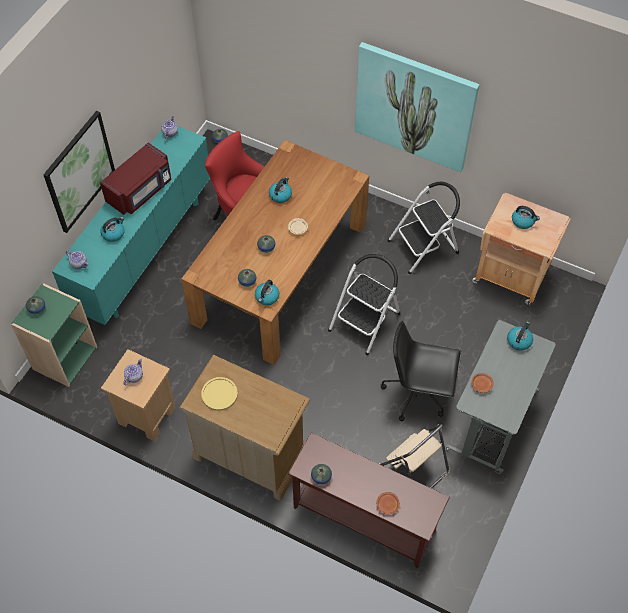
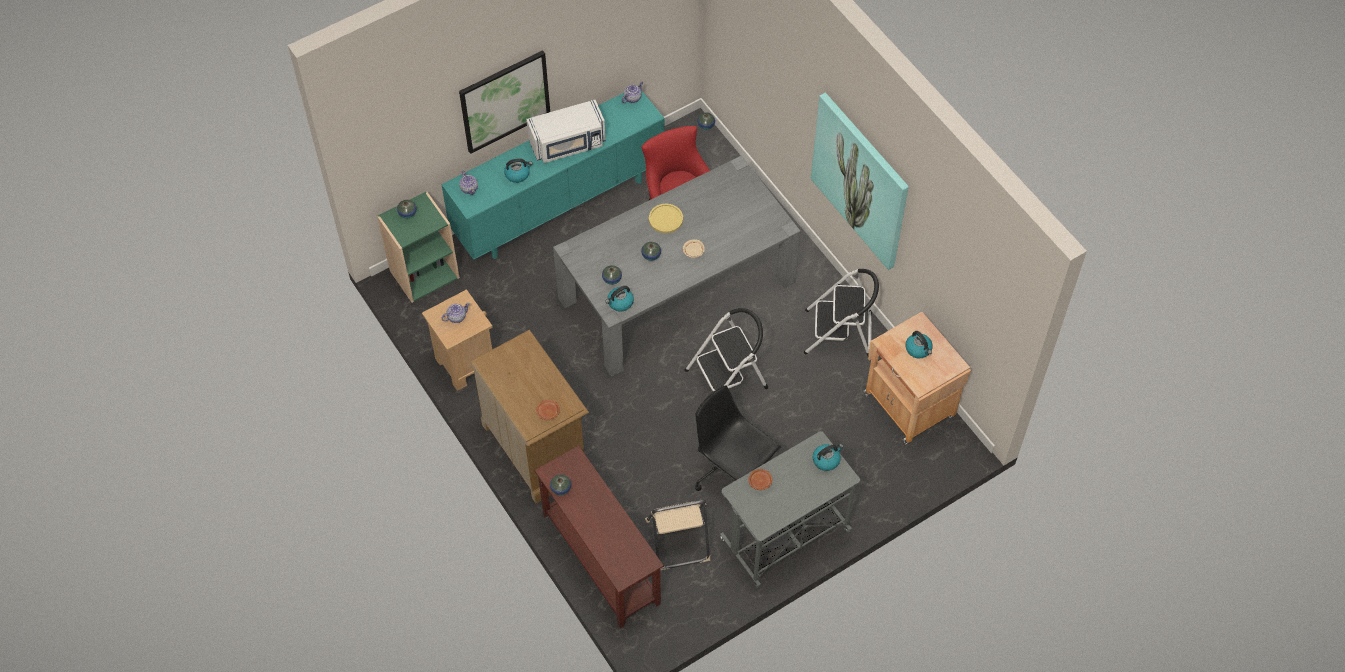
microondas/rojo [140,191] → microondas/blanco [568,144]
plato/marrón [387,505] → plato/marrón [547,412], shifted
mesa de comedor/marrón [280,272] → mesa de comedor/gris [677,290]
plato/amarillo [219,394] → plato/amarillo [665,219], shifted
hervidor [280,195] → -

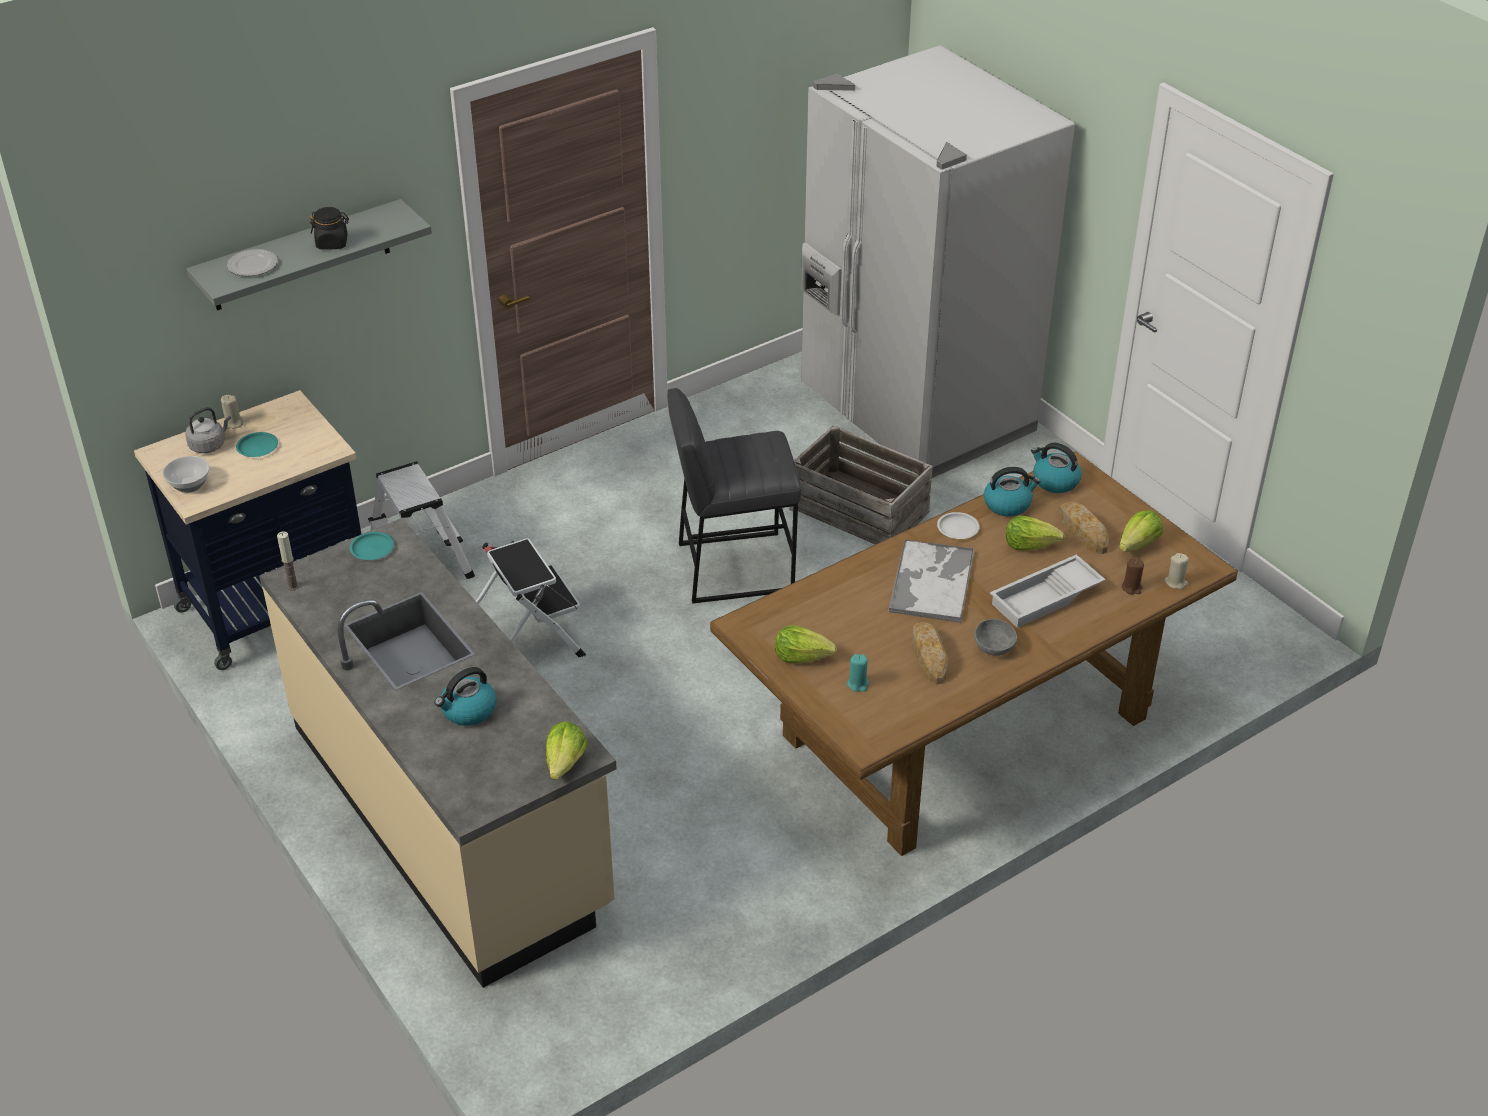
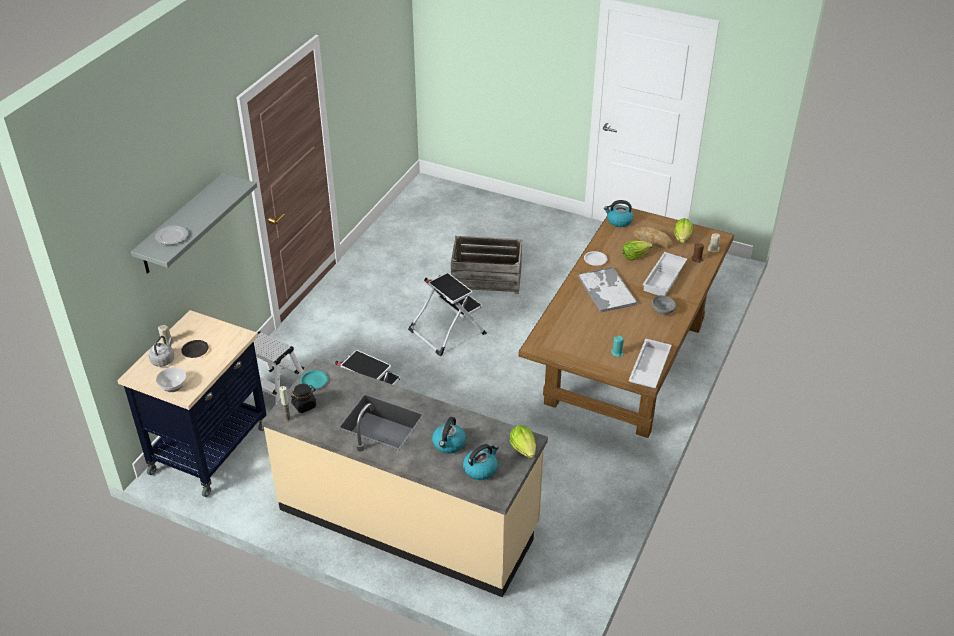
plato/turquesa [257,447] → plato/negro [195,350]
tarro/negro [332,243] → tarro/negro [304,405], shifted
taburete/gris [733,567] → escalera de tijera [447,329]
hervidor [1008,504] → hervidor [480,469], shifted
- → bandeja/blanco [648,368]
lechuga [802,656] → -
nevera/blanco [916,411] → -
pan [929,656] → -

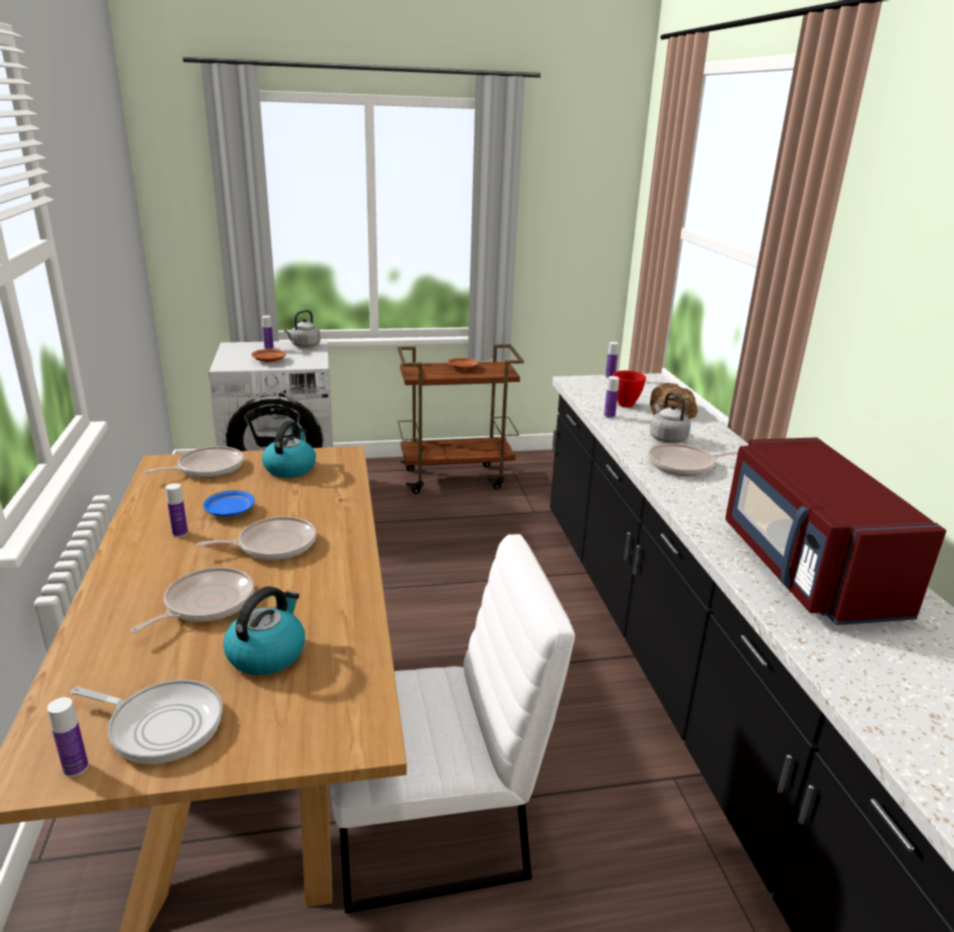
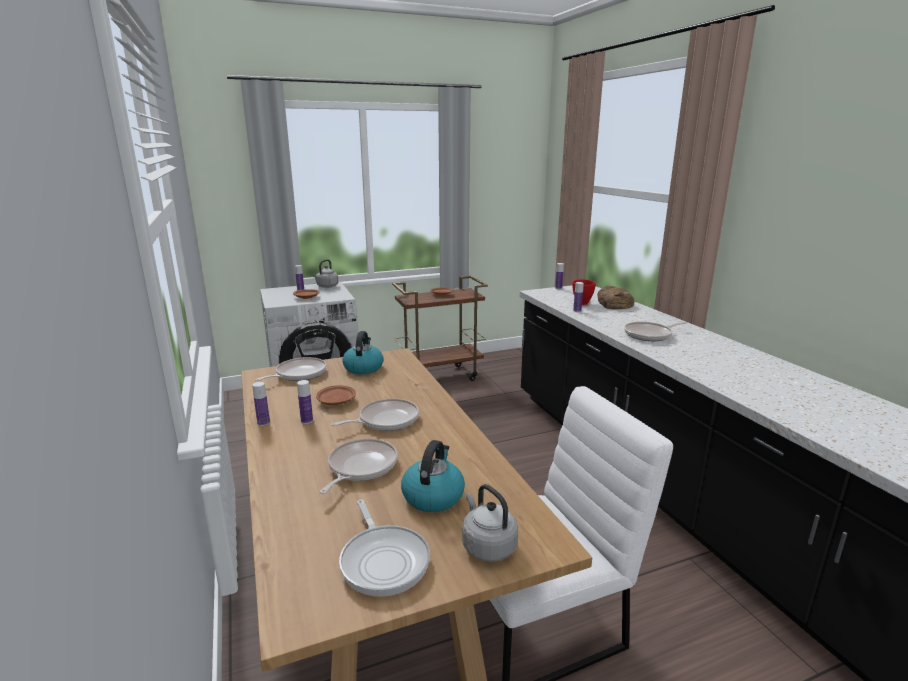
botella [76,768] → botella [263,423], shifted
plato/azul [229,511] → plato/marrón [336,401]
sartén [161,725] → sartén [384,560], 60 degrees clockwise
hervidor/gris [666,438] → hervidor/gris [487,546], shifted
microondas/rojo [805,569] → -

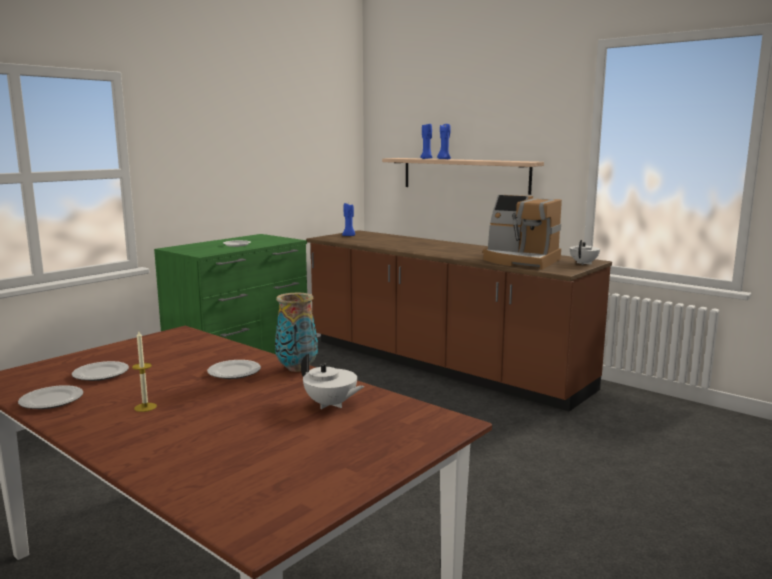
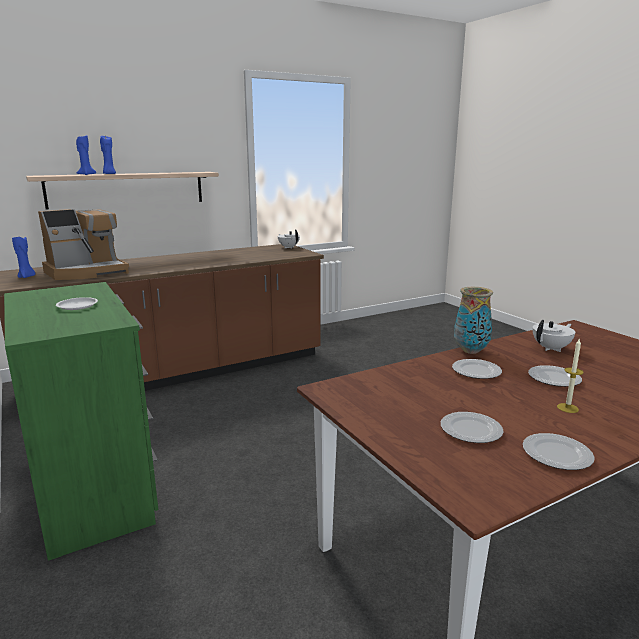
cafetera [521,261] → cafetera [87,272], shifted
- → plato [553,379]

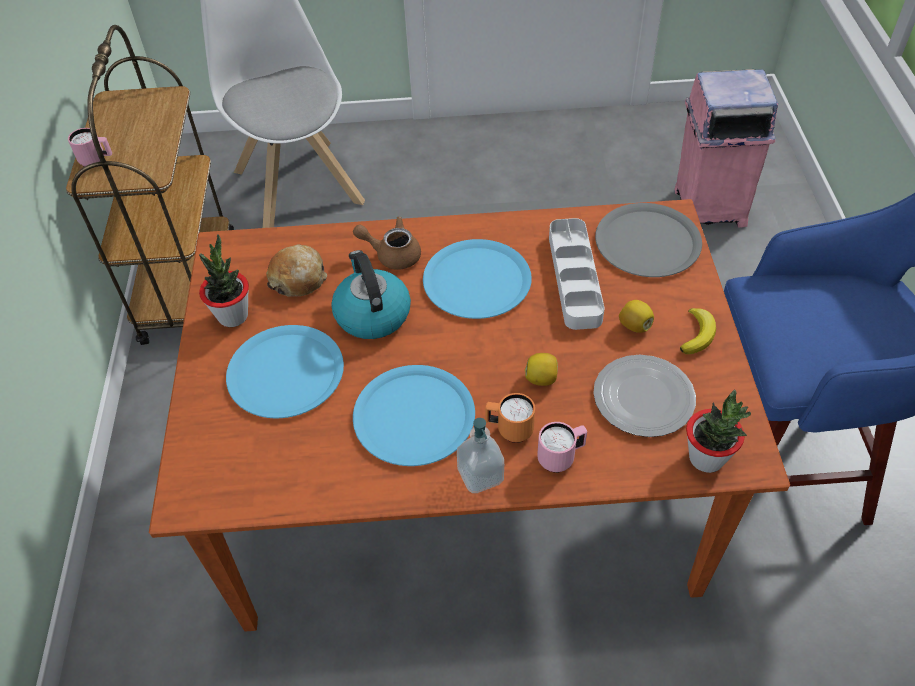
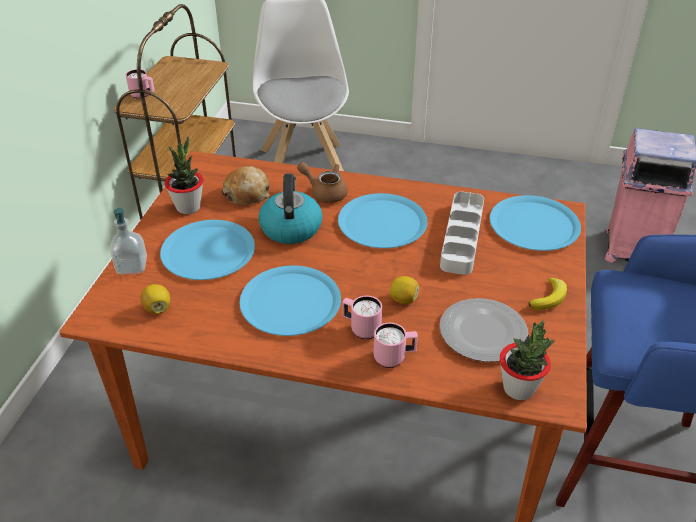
dispensador de jabón [480,475] → dispensador de jabón [132,266], shifted
limón [634,325] → limón [157,308], shifted
taza grande/naranja [509,430] → taza grande/rosa [361,329]
plato/gris [648,242] → plato/azul [534,224]

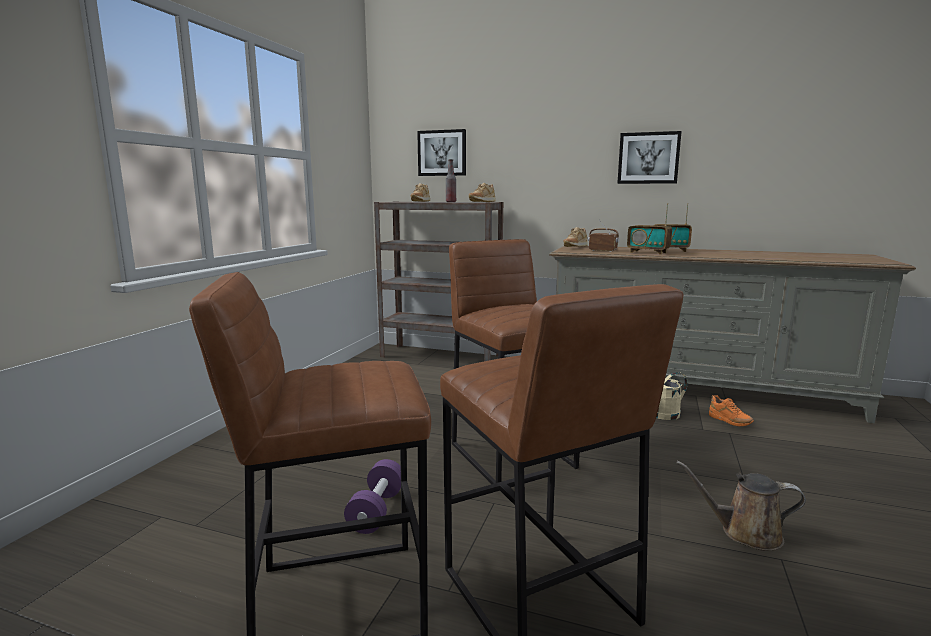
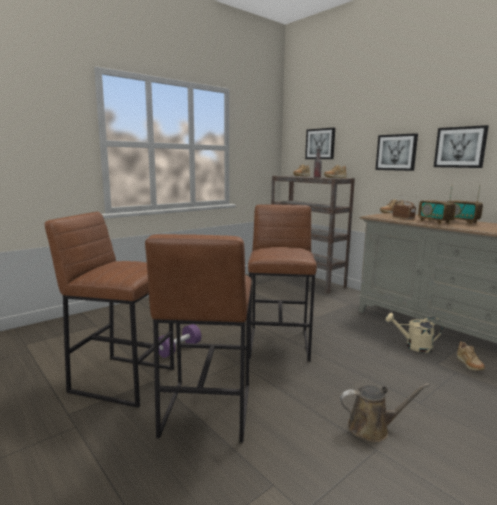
regadera/marrón [745,533] → regadera/marrón [372,428], 135 degrees clockwise
- → cuadro [396,152]
zapato/naranja [729,422] → zapato/beis [469,365]

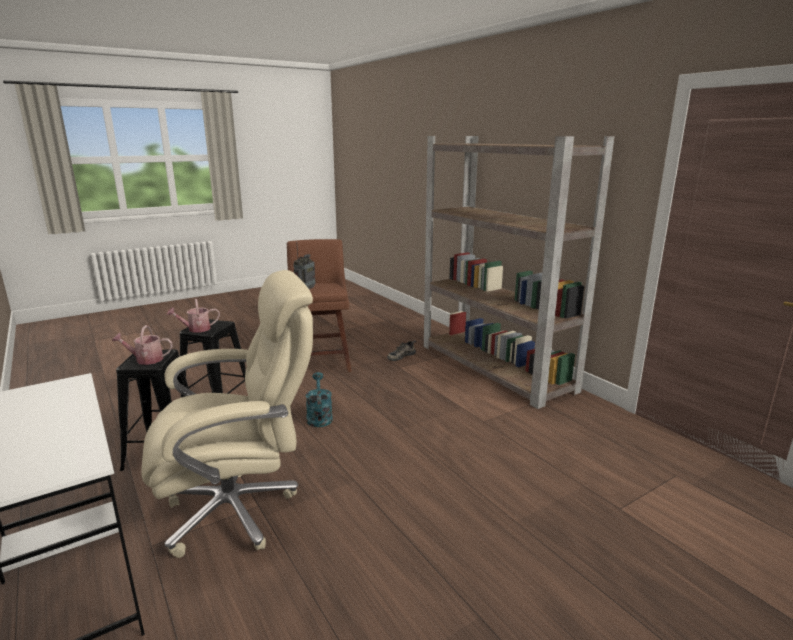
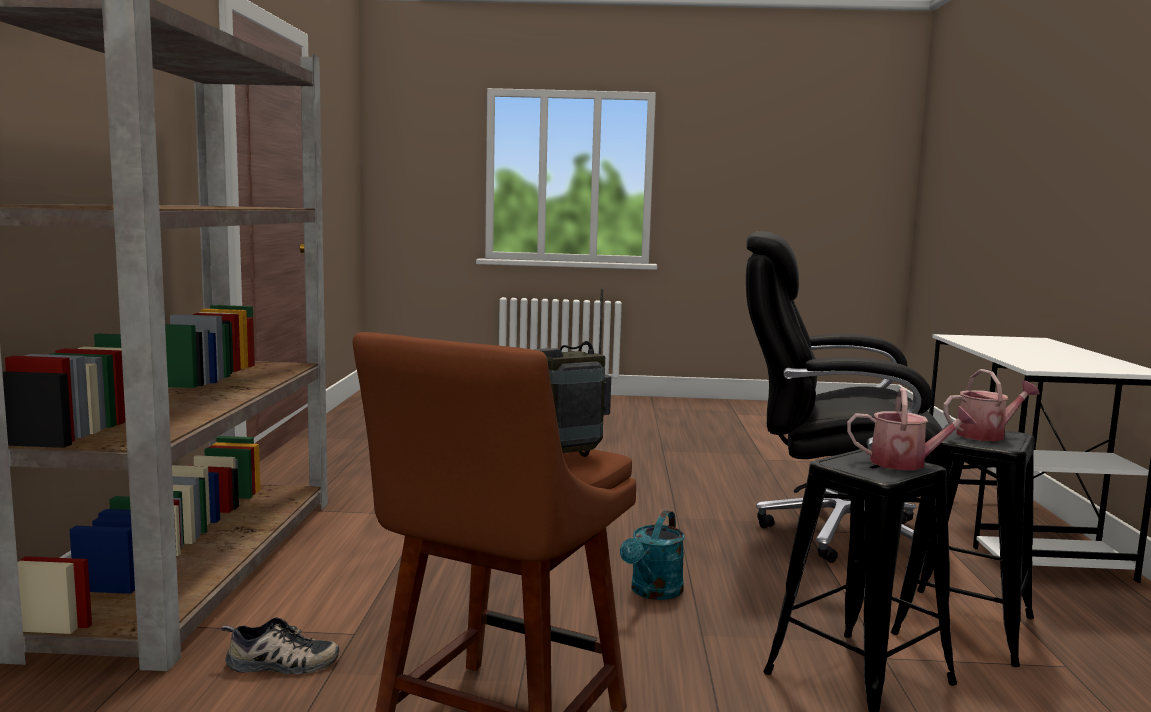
silla de oficina/beis [239,510] → silla de oficina/negro [831,532]
regadera [146,360] → regadera [986,435], 45 degrees counterclockwise

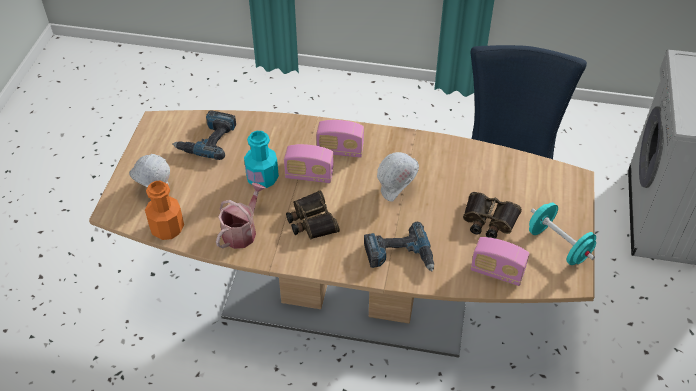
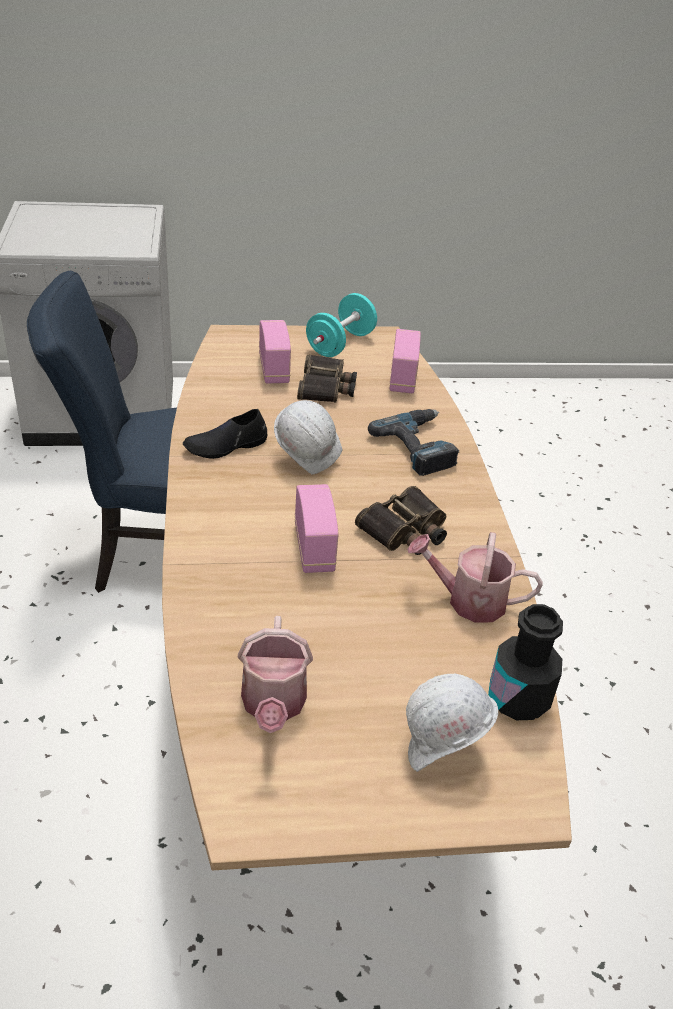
- → zapato/negro [226,446]
taladro [208,139] → regadera [273,705]
radio [340,151] → radio [274,370], shifted
botella/naranja [167,228] → botella/negro [518,699]
botella/turquesa [262,178] → -

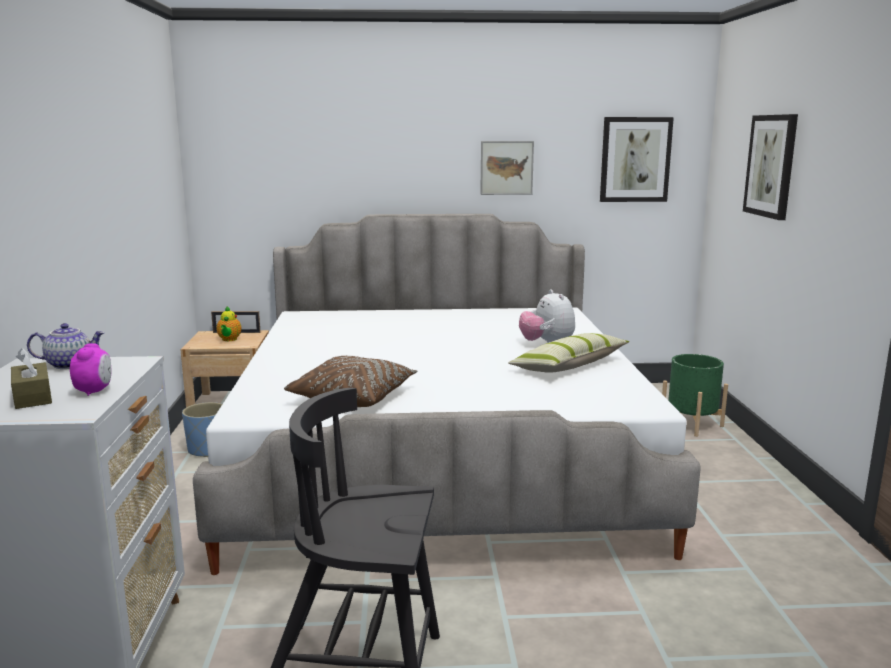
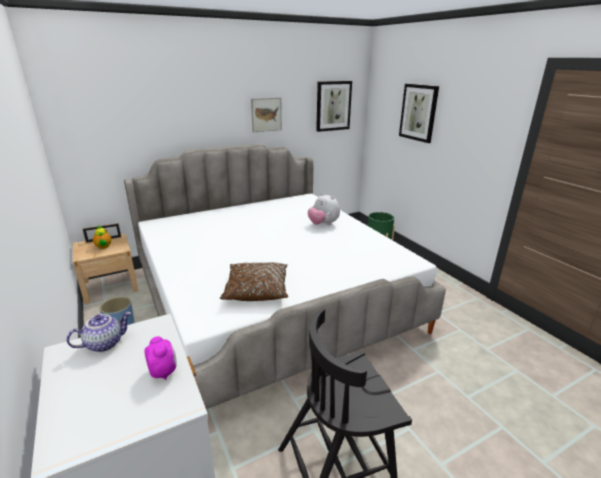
caja de pañuelos/marrón [33,397] → -
cojín [569,366] → -

